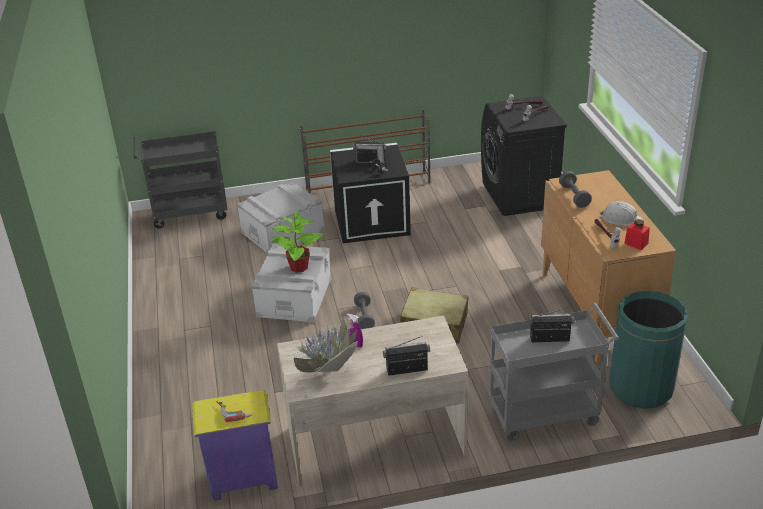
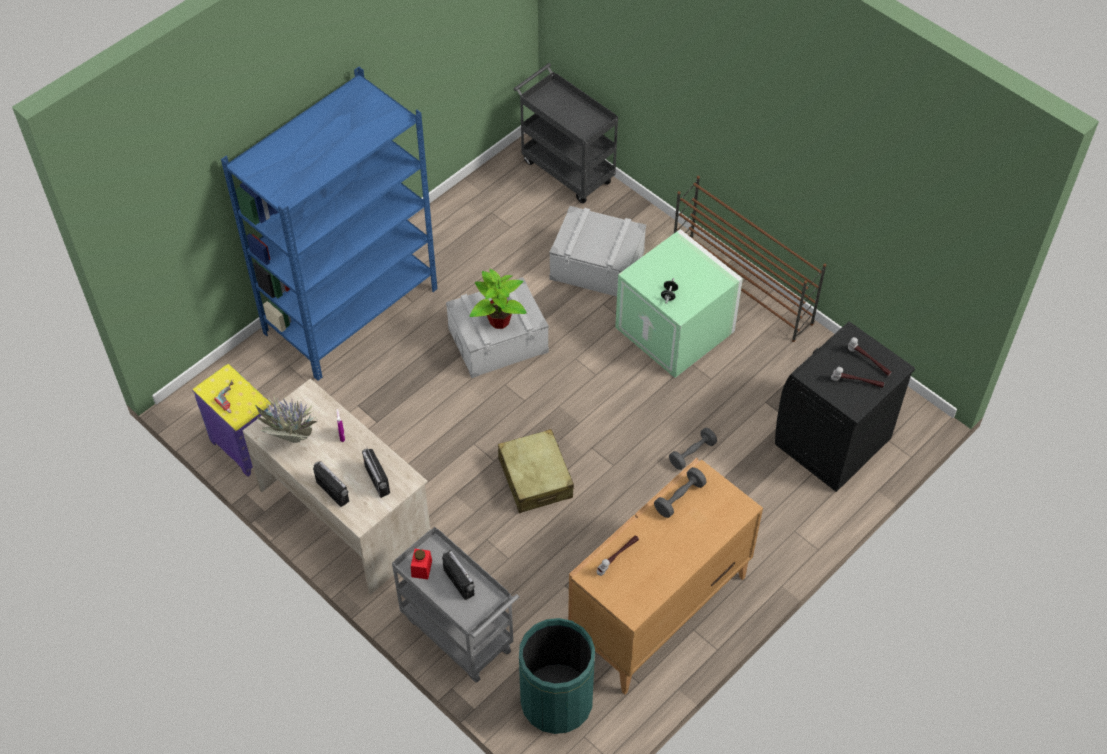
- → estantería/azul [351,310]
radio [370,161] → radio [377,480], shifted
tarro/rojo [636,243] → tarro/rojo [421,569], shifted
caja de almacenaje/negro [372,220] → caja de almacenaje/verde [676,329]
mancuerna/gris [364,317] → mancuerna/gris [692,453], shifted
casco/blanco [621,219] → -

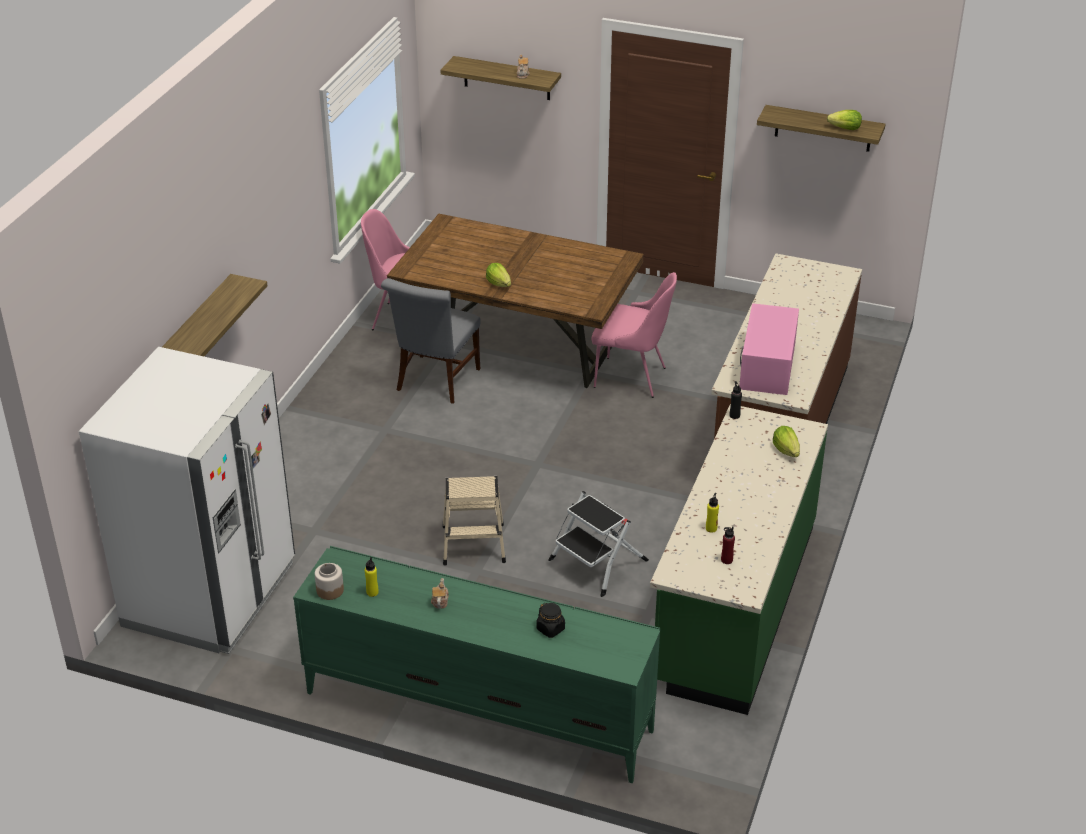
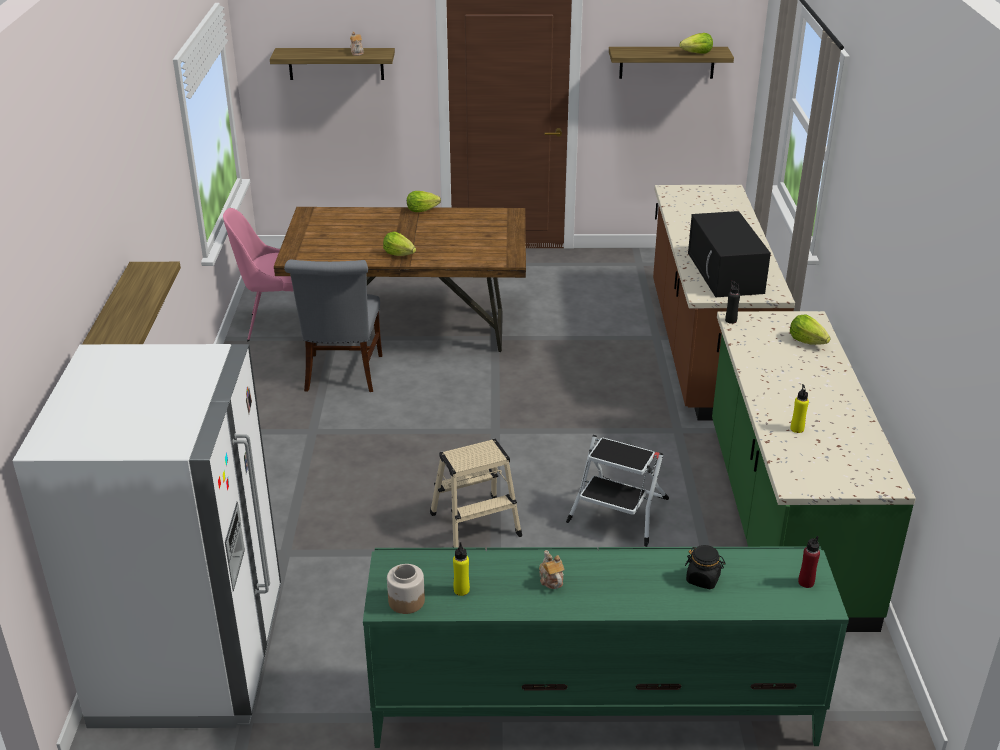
- → lechuga [421,210]
microondas/rosa [768,366] → microondas/negro [726,273]
botella/rojo [726,560] → botella/rojo [806,582], shifted
silla/rosa [630,377] → -

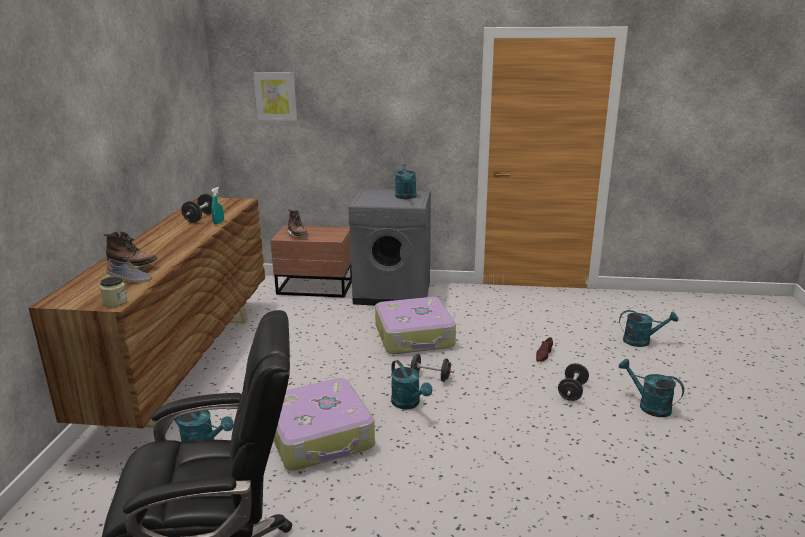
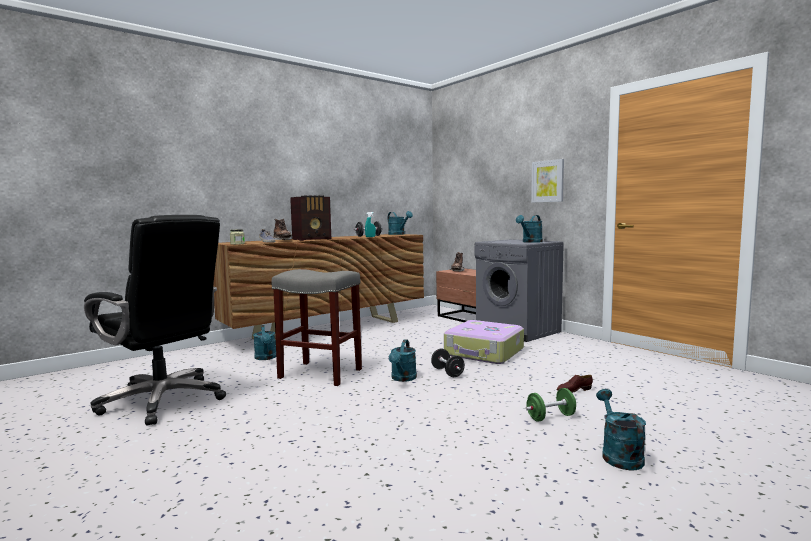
maleta [320,436] → taburete/gris [321,373]
- → radio [313,239]
regadera/turquesa [641,341] → regadera/turquesa [398,234], shifted
mancuerna/negro [572,391] → mancuerna/verde [550,417]
cuadro [276,96] → cuadro [548,181], shifted

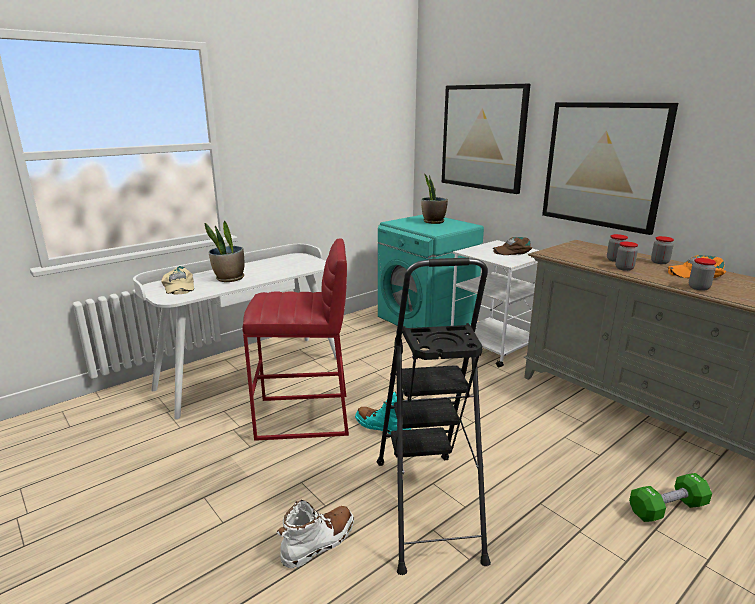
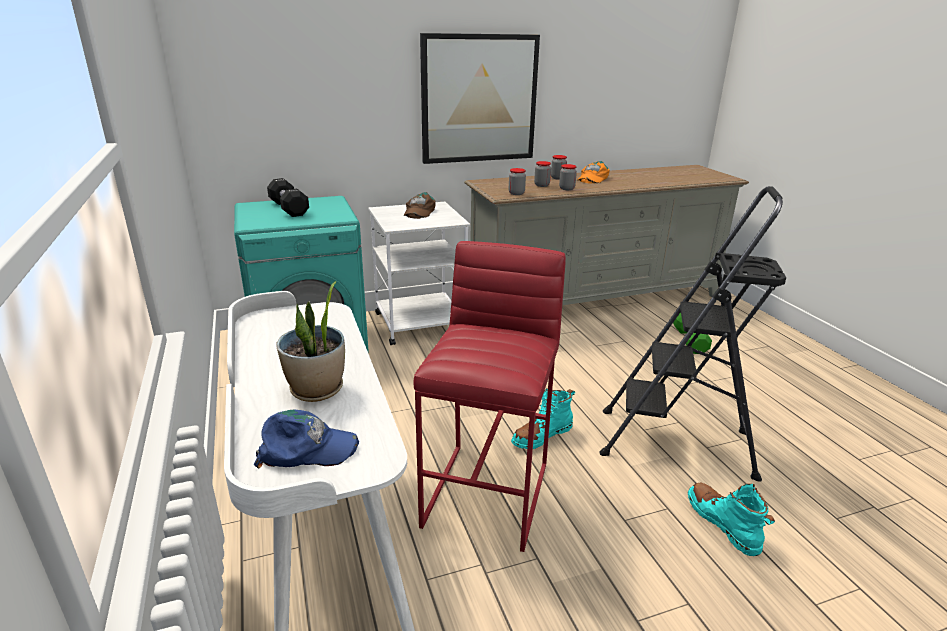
gorra/beis [178,286] → gorra/azul [307,449]
planta en maceta [433,222] → mancuerna/negro [289,208]
tarro [698,288] → tarro [516,193], shifted
bota/blanco [319,542] → bota/turquesa [723,524]
cuadro [483,137] → -

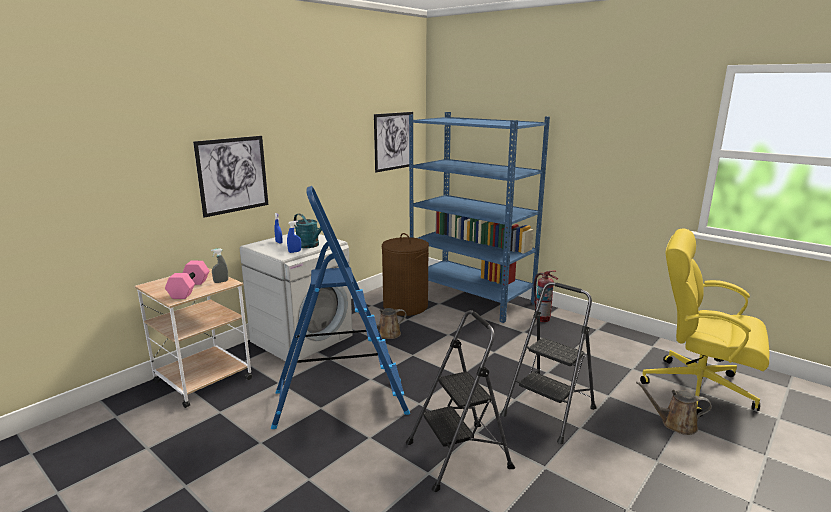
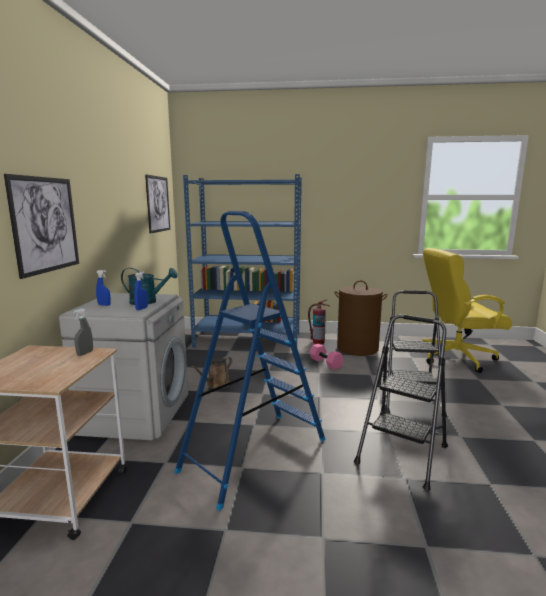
mancuerna/rosa [190,289] → mancuerna/rosa [326,363], shifted
cesto de la ropa/marrón [405,306] → cesto de la ropa/marrón [357,348], shifted
regadera/marrón [675,424] → -

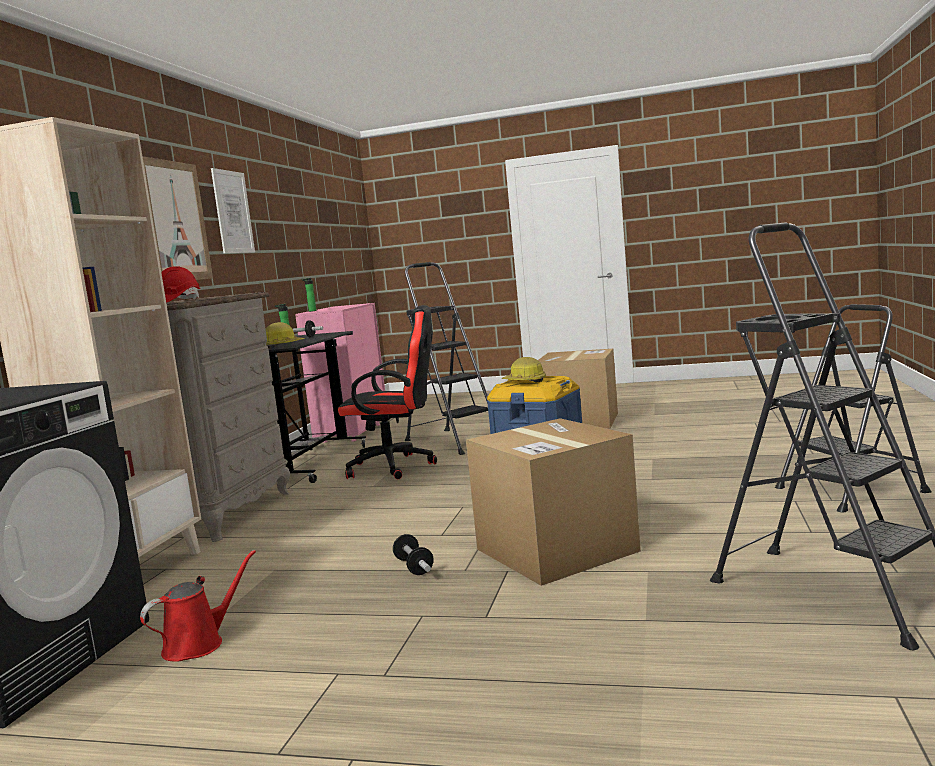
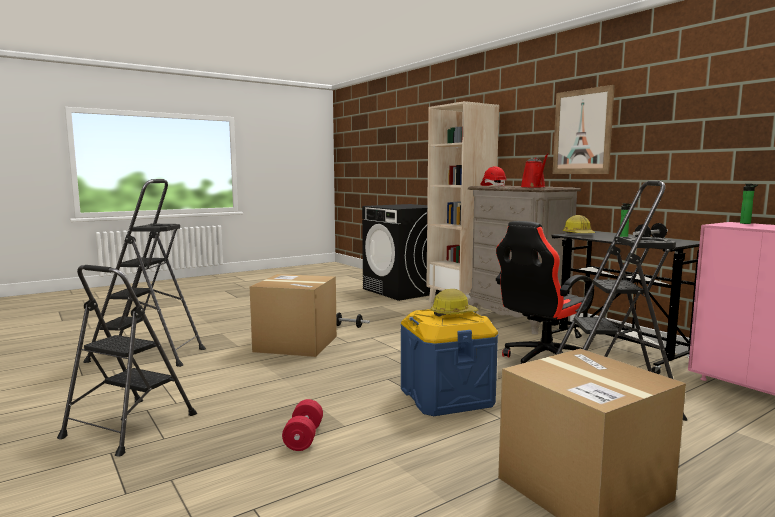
- → mancuerna/rojo [303,438]
regadera/rojo [199,644] → regadera/rojo [534,187], shifted
cuadro [233,212] → -

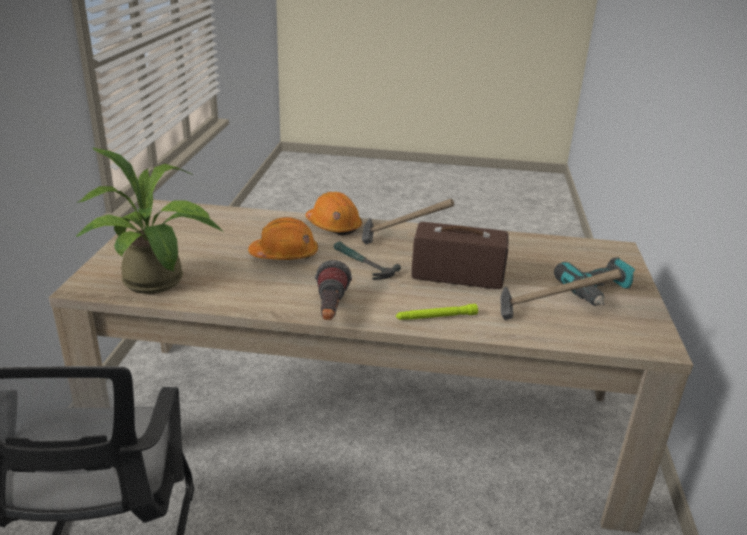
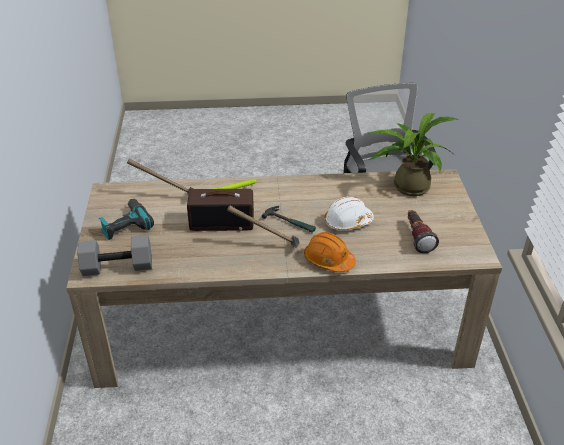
- → mancuerna/gris [118,266]
casco/naranja [284,254] → casco/blanco [348,222]
linterna [330,310] → linterna [417,238], shifted

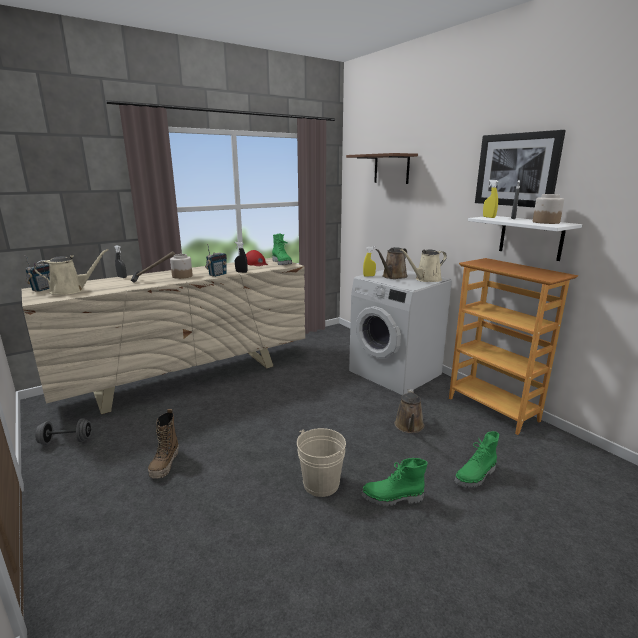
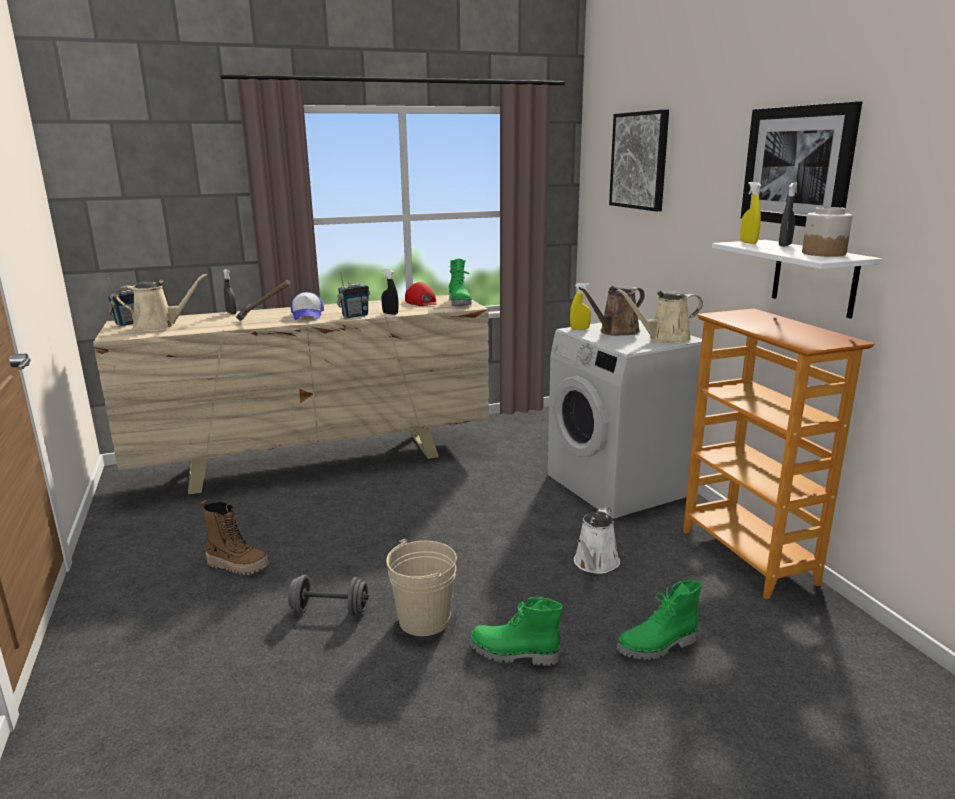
bota [165,464] → bota [238,565], 90 degrees counterclockwise
mancuerna/gris [66,441] → mancuerna/gris [330,610], shifted
tarro [182,276] → gorra [307,315]
regadera/marrón [409,426] → regadera/blanco [595,564]
estante/marrón [391,169] → cuadro [639,160]

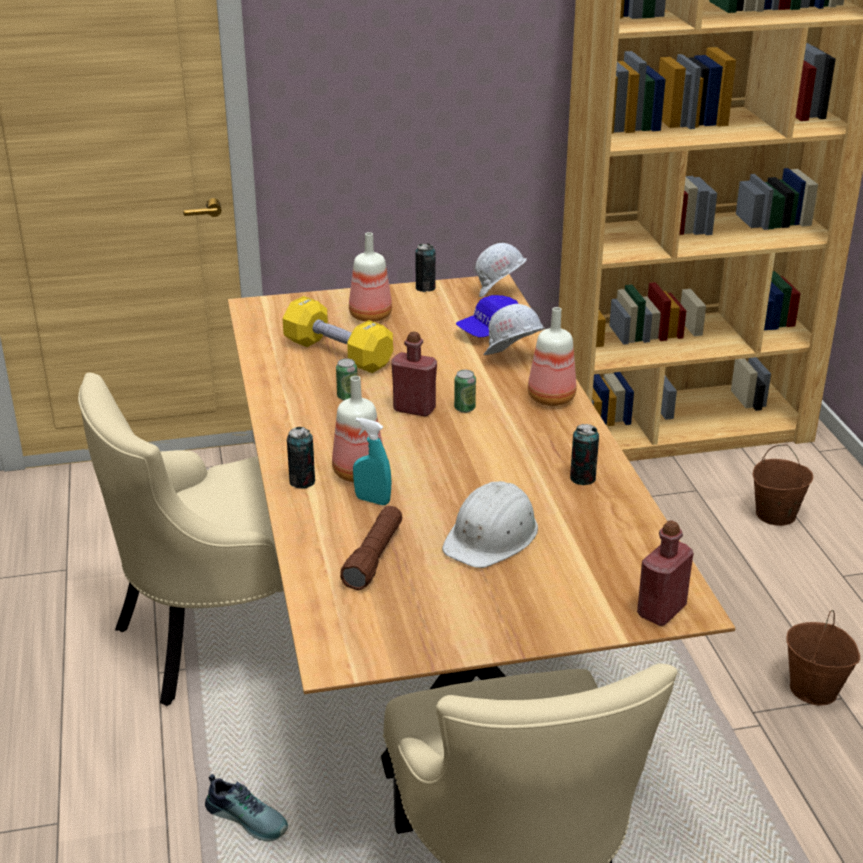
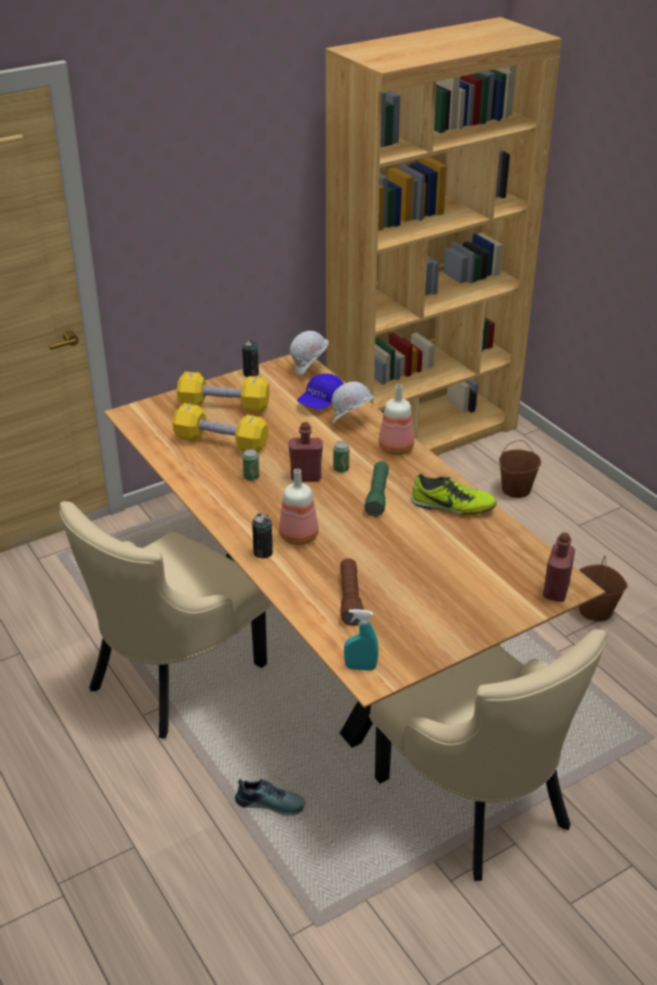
botella [369,316] → mancuerna/amarillo [224,406]
pulverizador/turquesa [372,500] → pulverizador/turquesa [360,667], shifted
- → linterna/verde [377,495]
lata [582,478] → zapato [452,506]
casco/blanco [492,536] → -

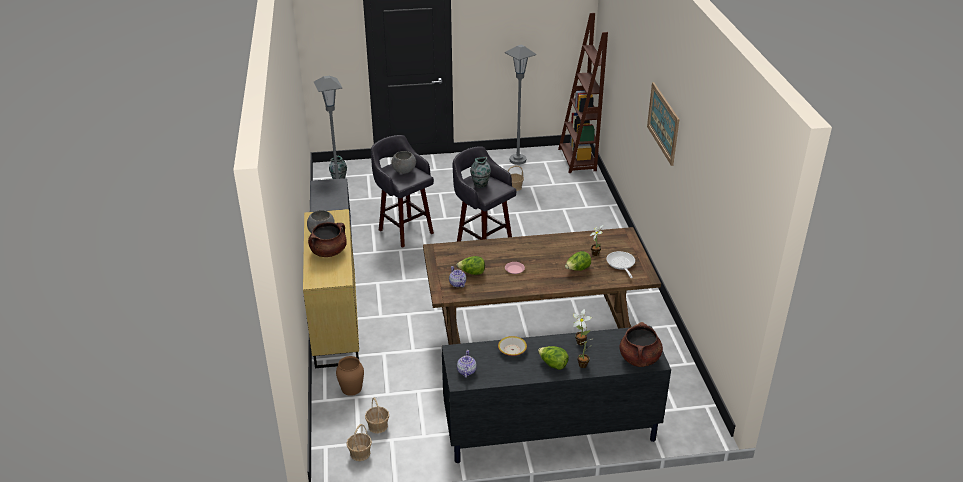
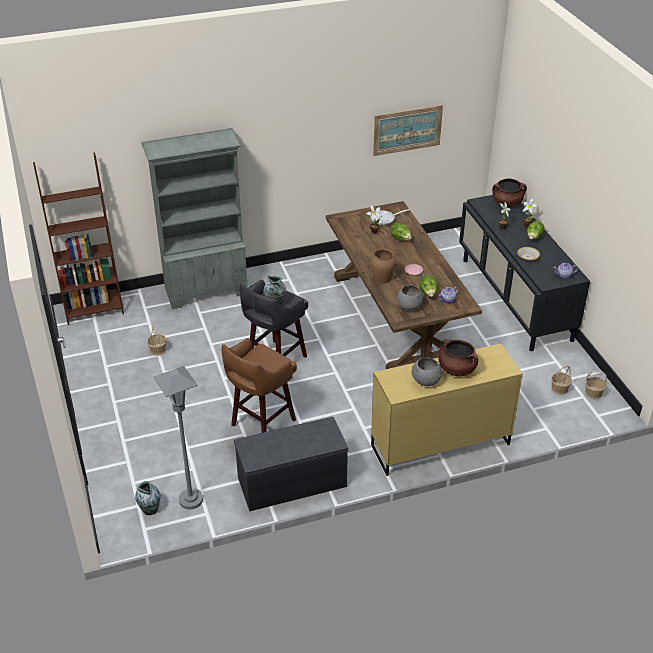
- → estantería/gris [206,290]
taburete/gris [404,230] → taburete/marrón [261,424]
florero/marrón [351,388] → florero/marrón [382,278], shifted
cuadro [663,123] → cuadro [407,130], shifted
cuenco/gris [404,171] → cuenco/gris [409,307], shifted
lámpara de pie/gris [518,160] → -

